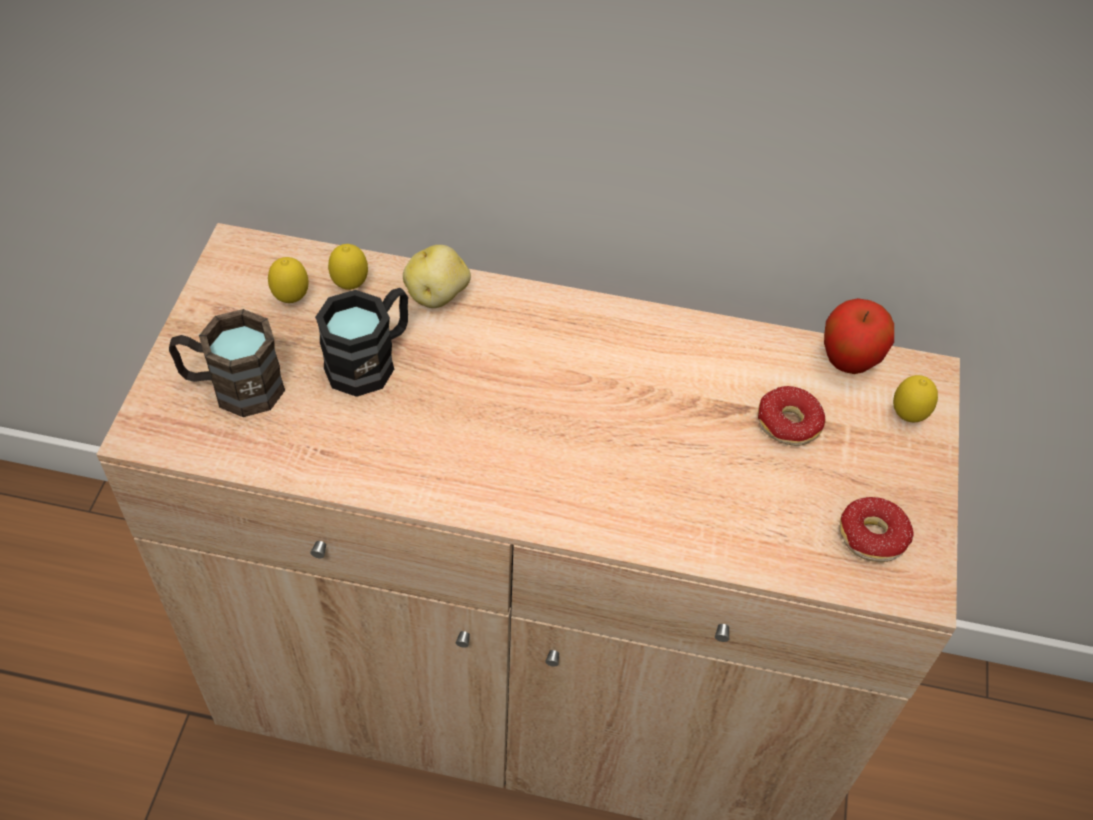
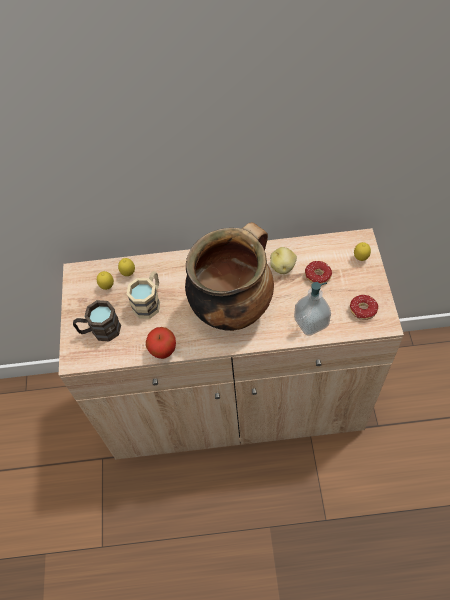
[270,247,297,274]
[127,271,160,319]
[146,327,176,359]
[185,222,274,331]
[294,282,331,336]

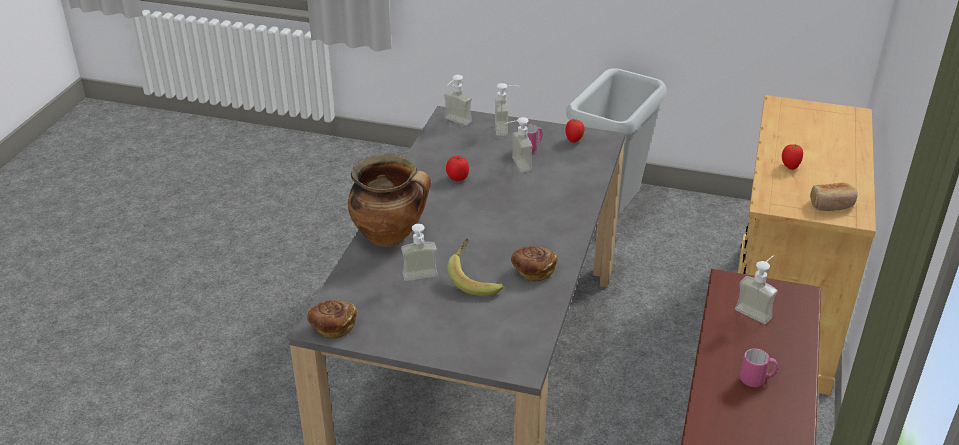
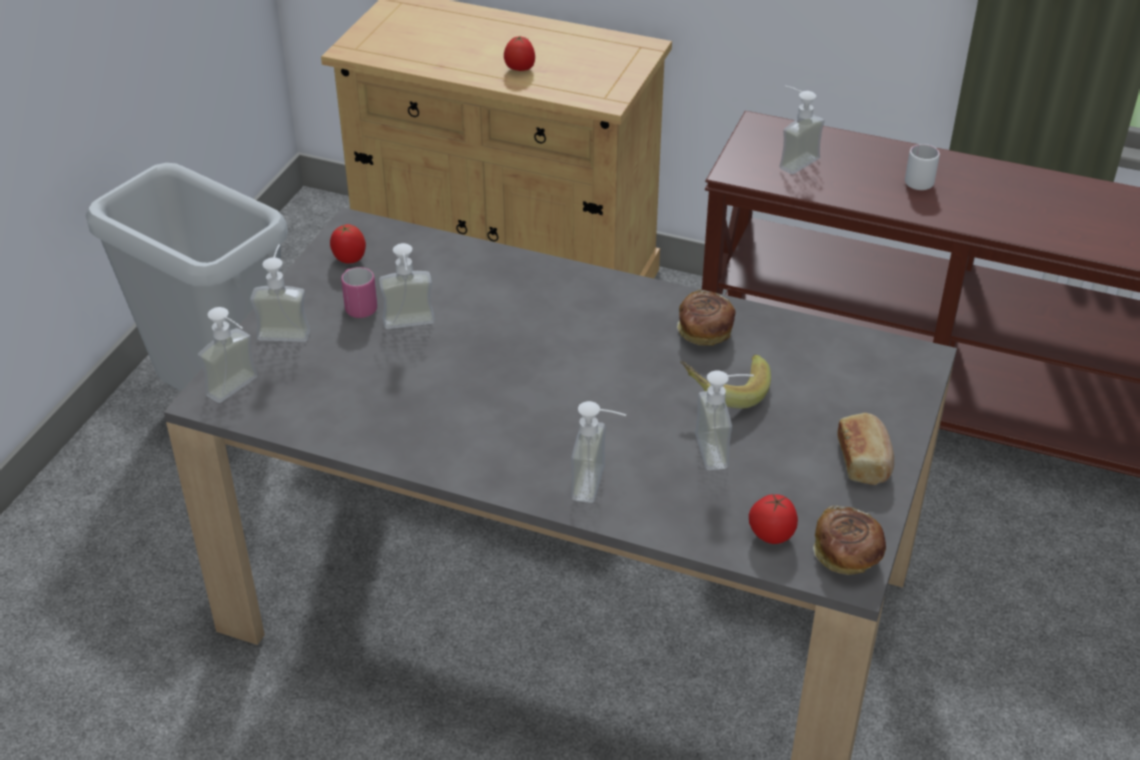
[571,401,626,503]
[749,493,798,544]
[837,413,894,485]
[905,144,940,190]

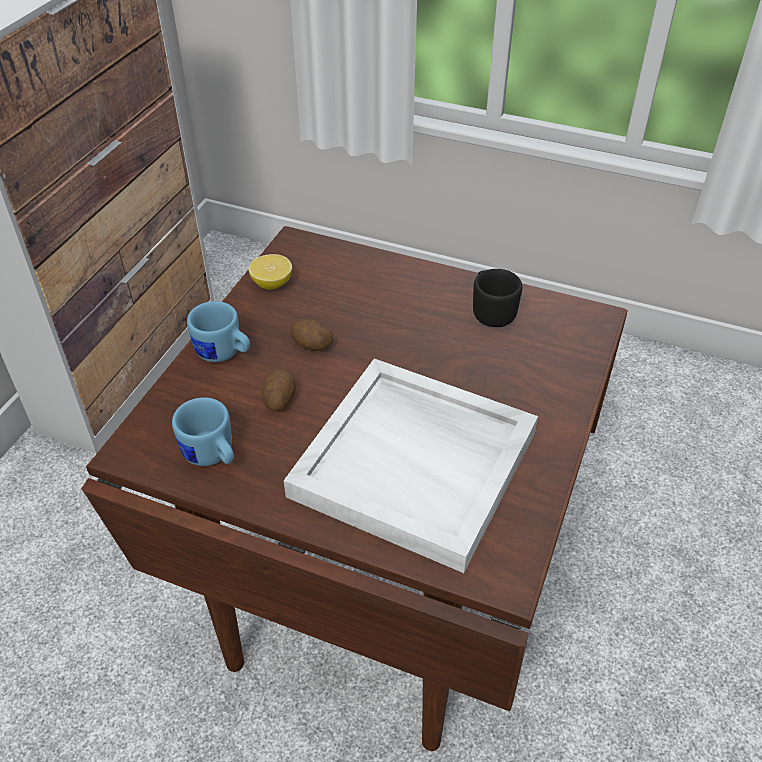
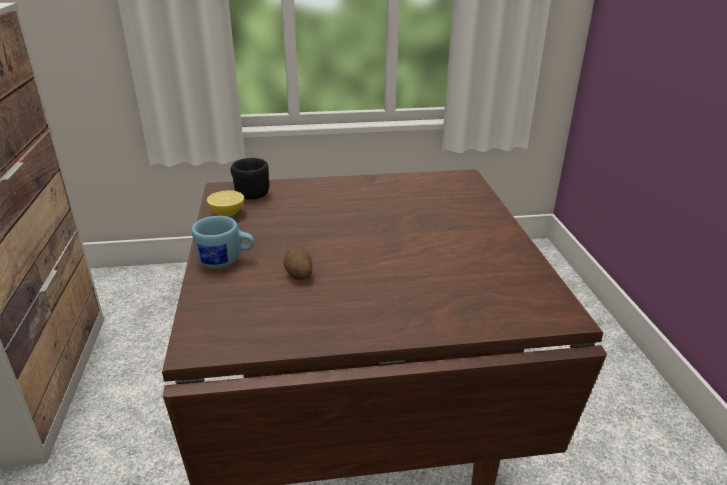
[230,158,269,200]
[291,319,333,351] (first image)
[284,359,538,573] (first image)
[172,397,234,466] (first image)

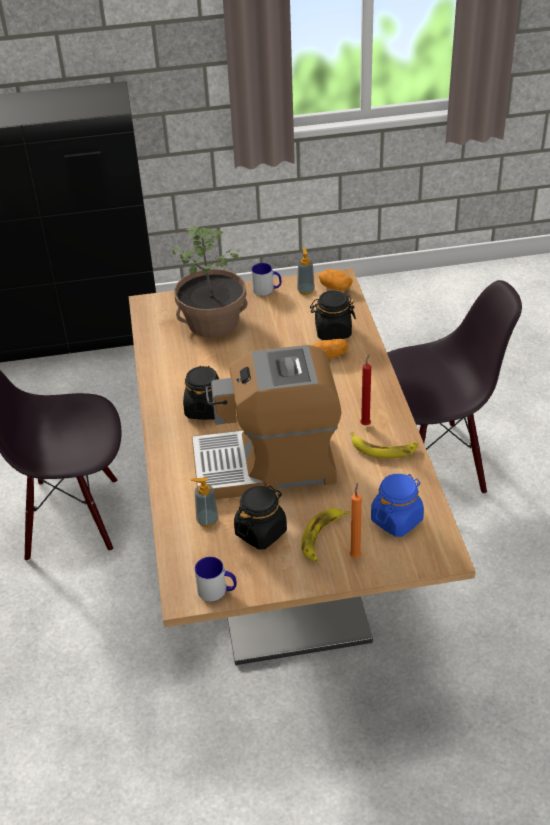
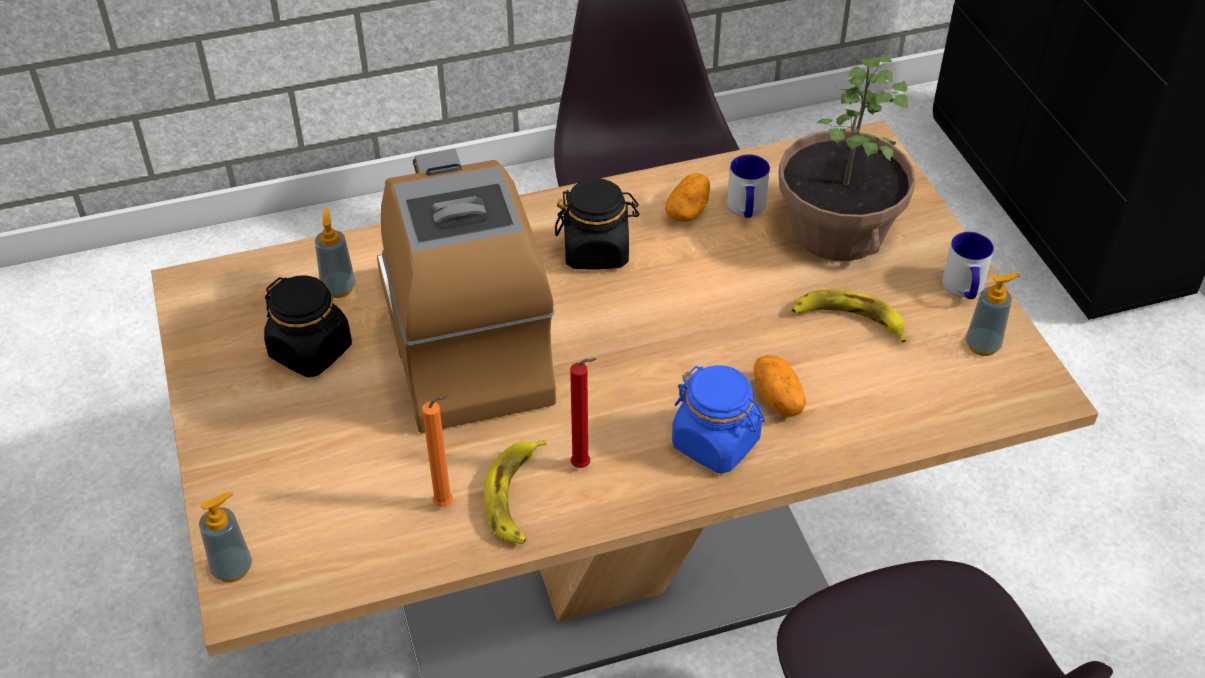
[665,173,710,222]
[310,290,356,340] (first image)
[672,365,765,473]
[422,395,453,507]
[792,290,906,342]
[727,154,770,218]
[199,492,252,582]

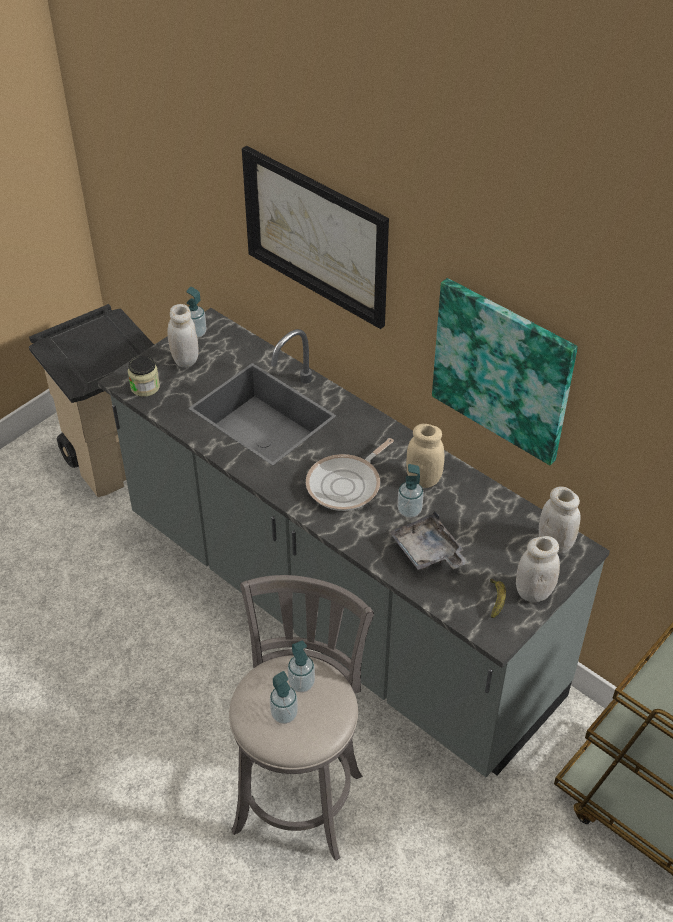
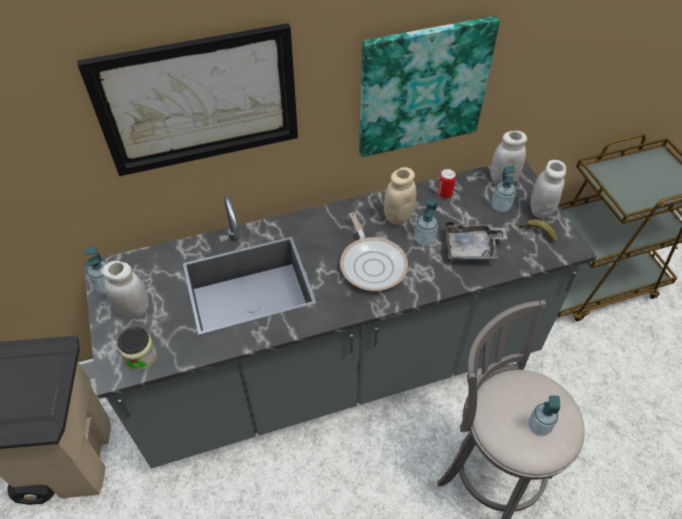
[491,165,516,212]
[437,169,456,198]

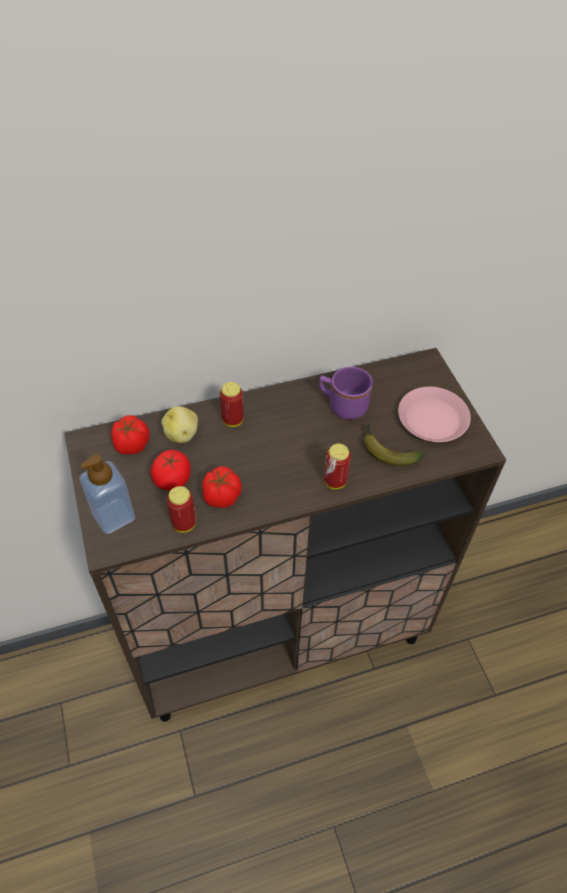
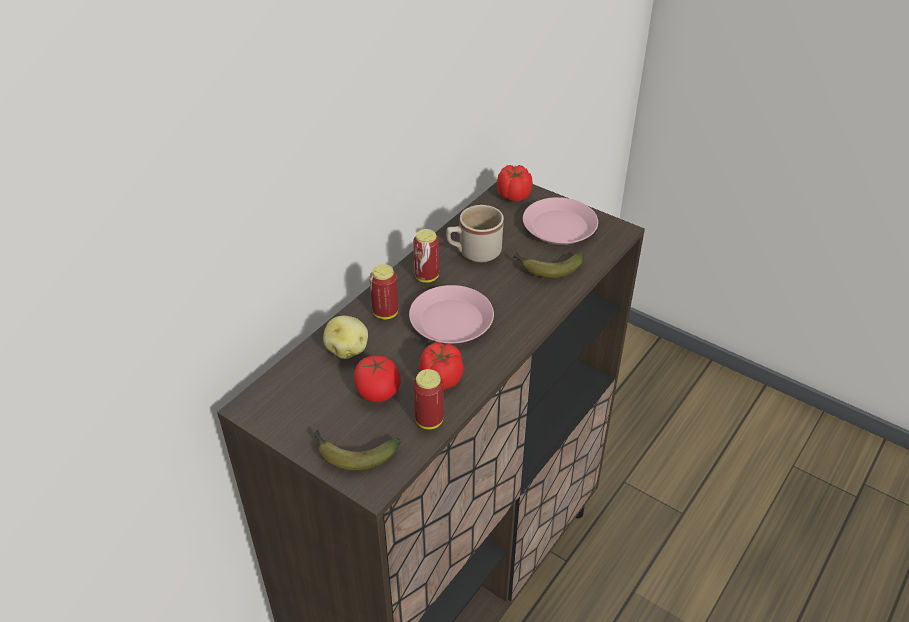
[446,205,504,262]
[497,165,532,202]
[413,229,439,283]
[313,430,401,470]
[409,285,494,344]

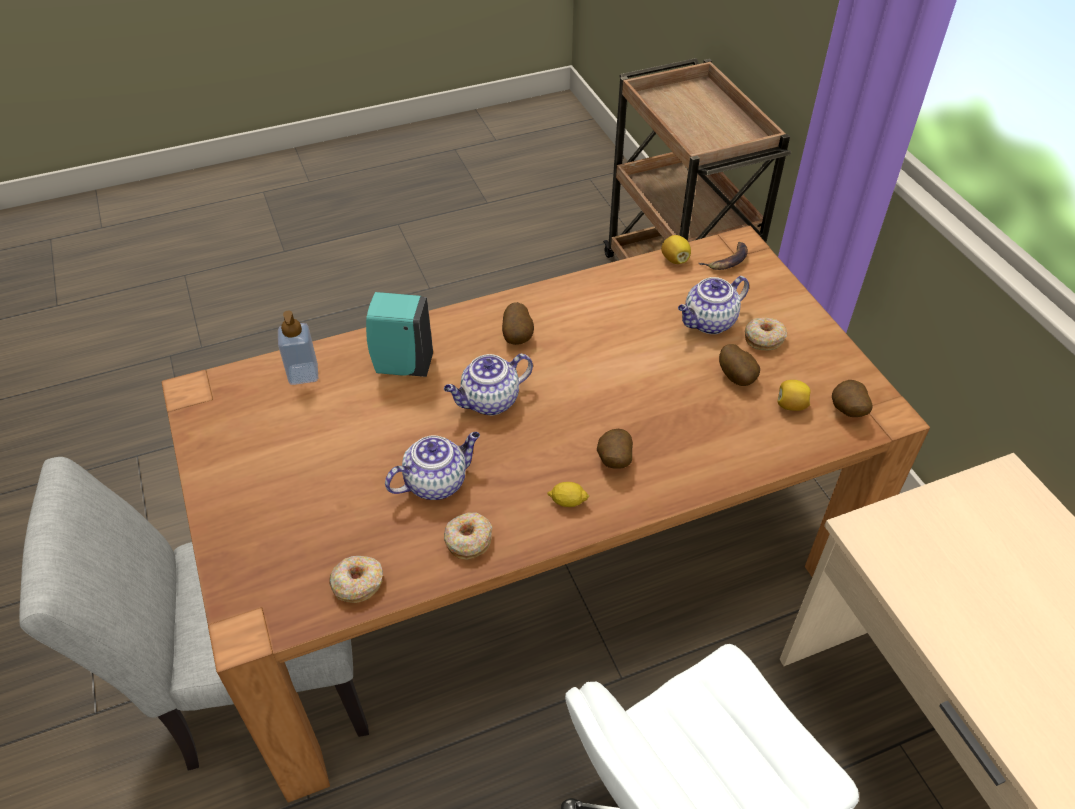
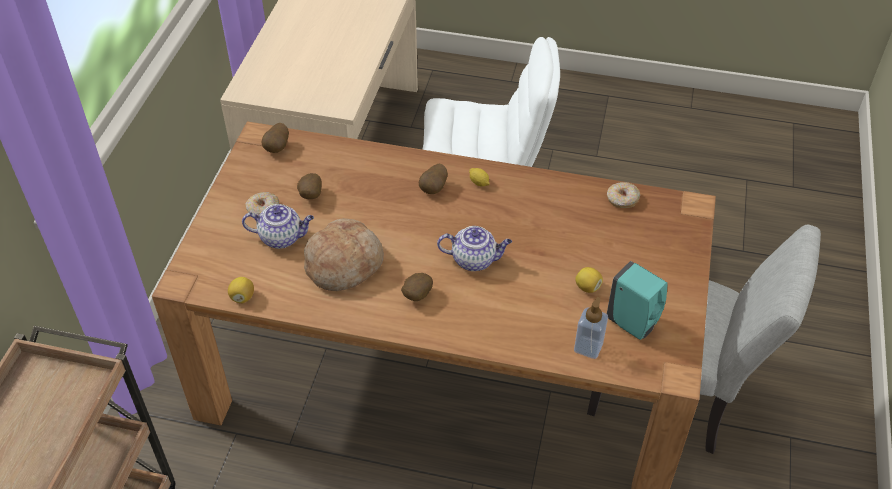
[699,242,748,270] (first image)
[607,261,668,340]
[575,267,603,293]
[385,432,480,500] (first image)
[444,512,492,560] (first image)
[304,218,384,291]

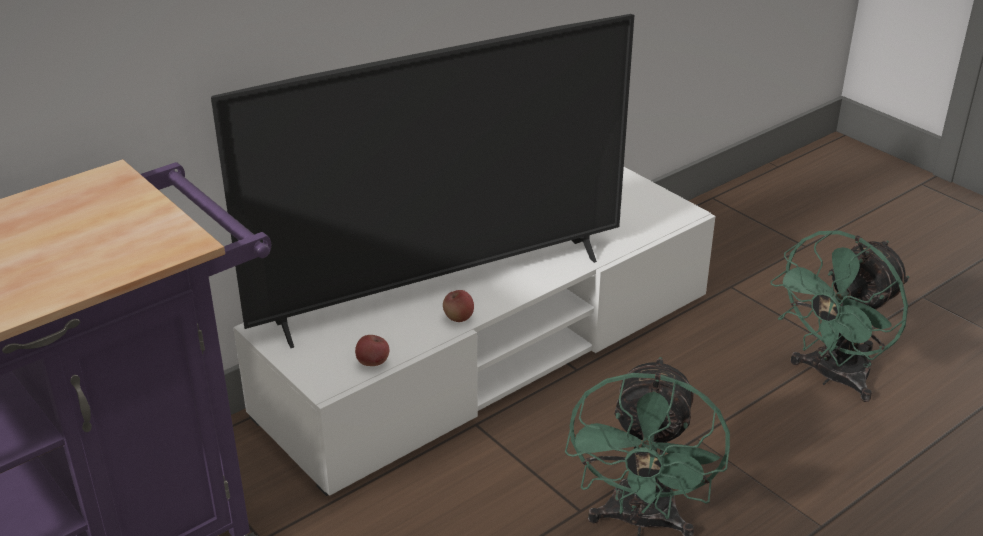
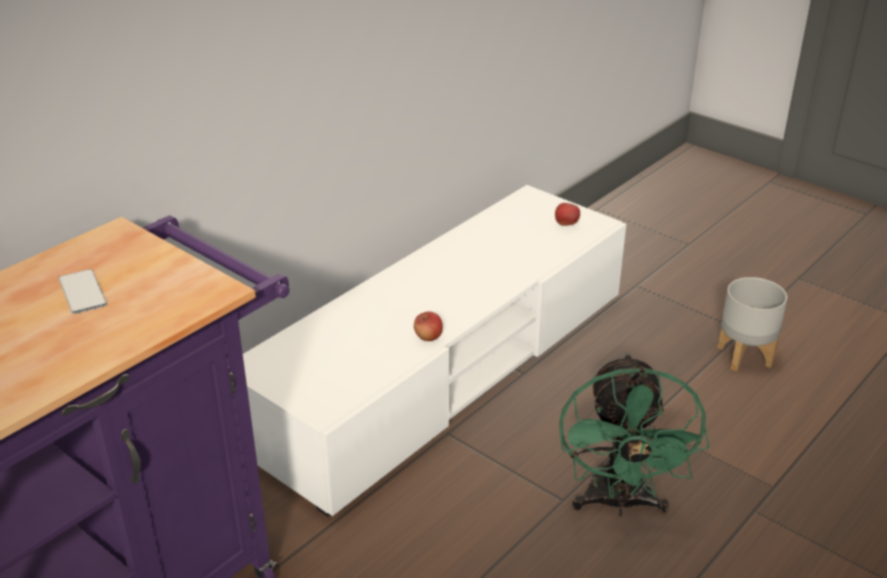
[211,14,634,348] (first image)
[717,277,787,371]
[555,203,580,226]
[59,269,107,314]

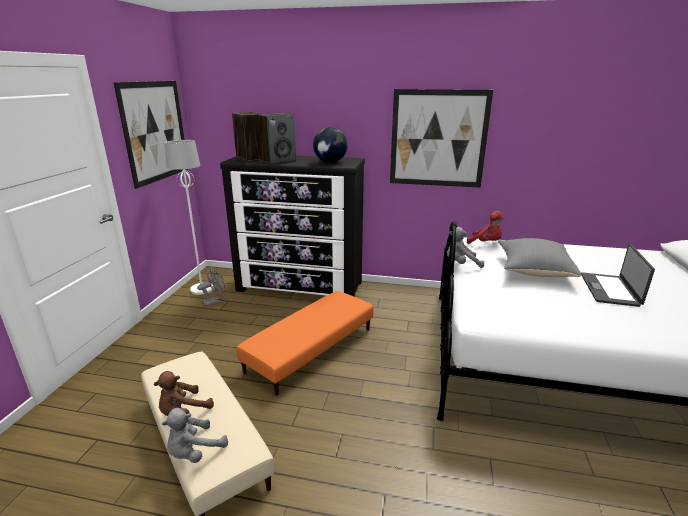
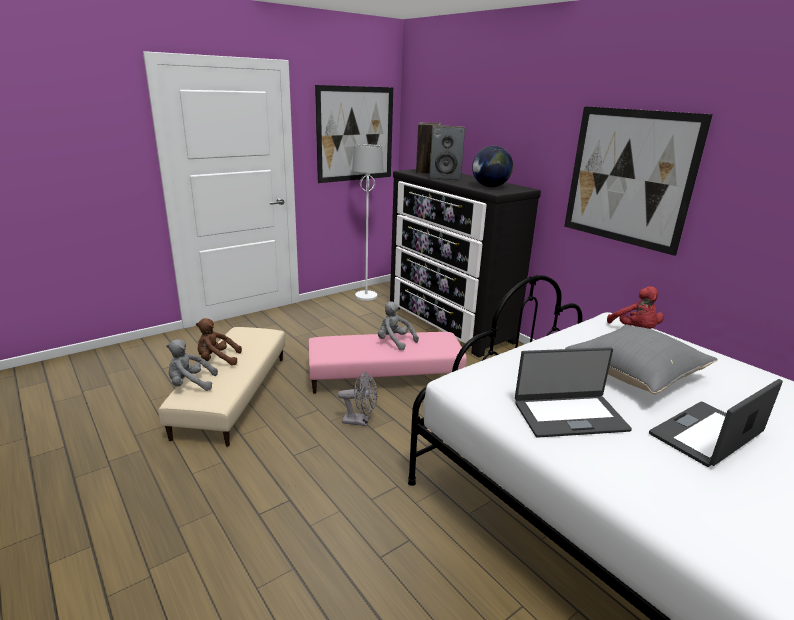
[378,301,419,351]
[338,372,377,426]
[309,332,467,394]
[515,347,632,438]

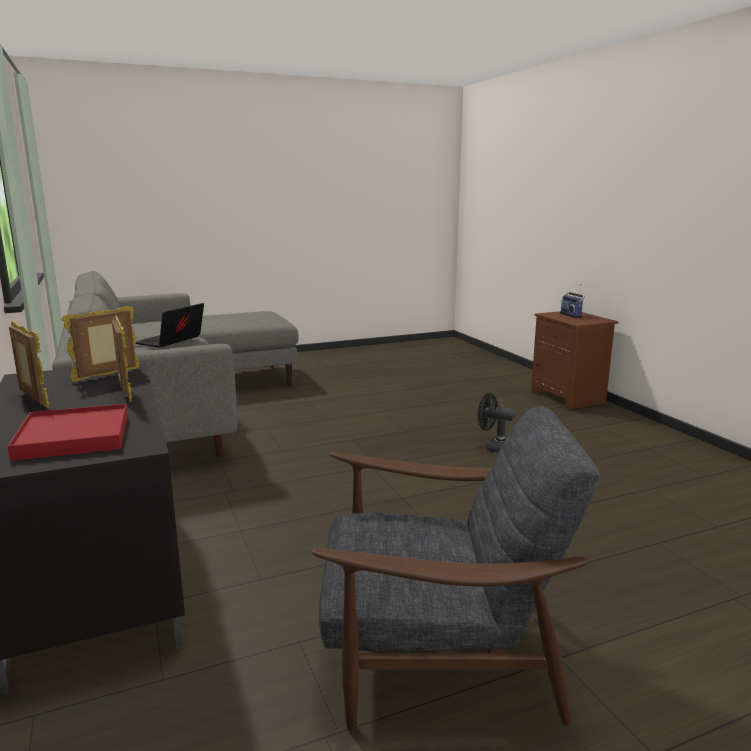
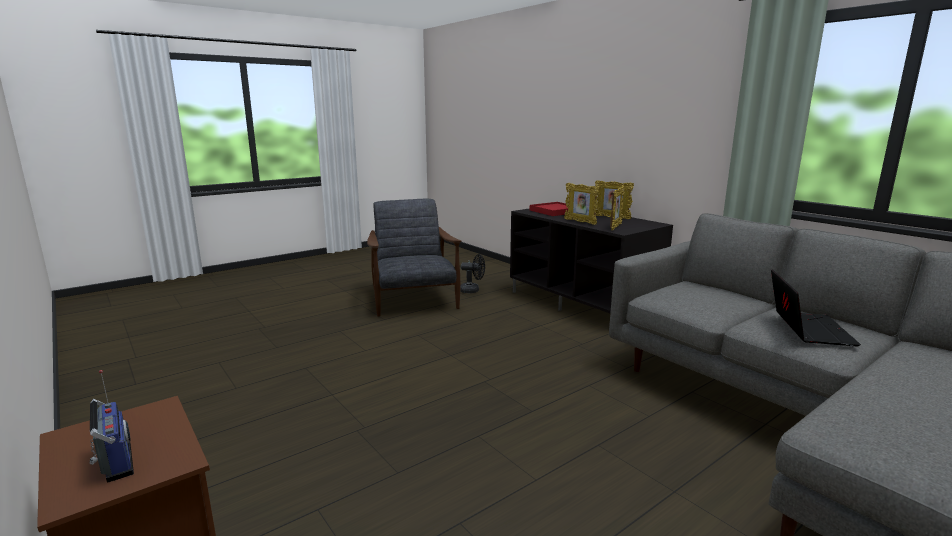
[460,254,485,293]
[367,199,461,316]

